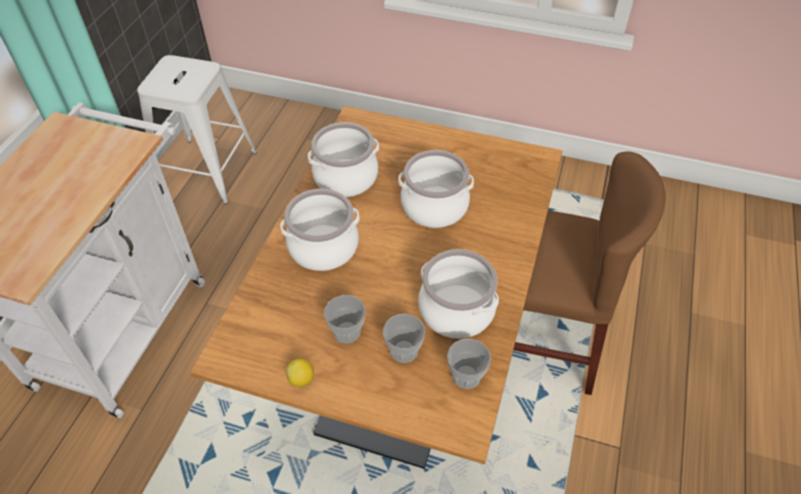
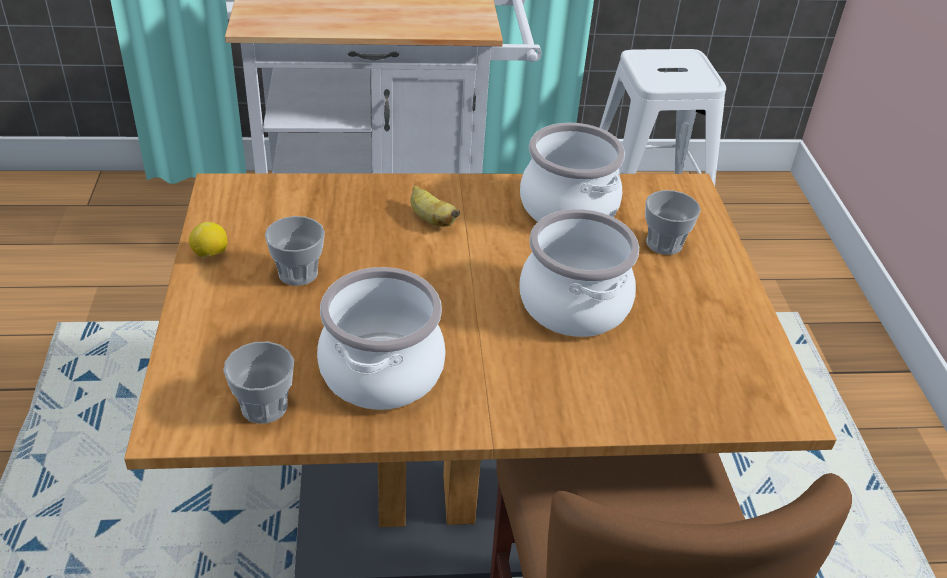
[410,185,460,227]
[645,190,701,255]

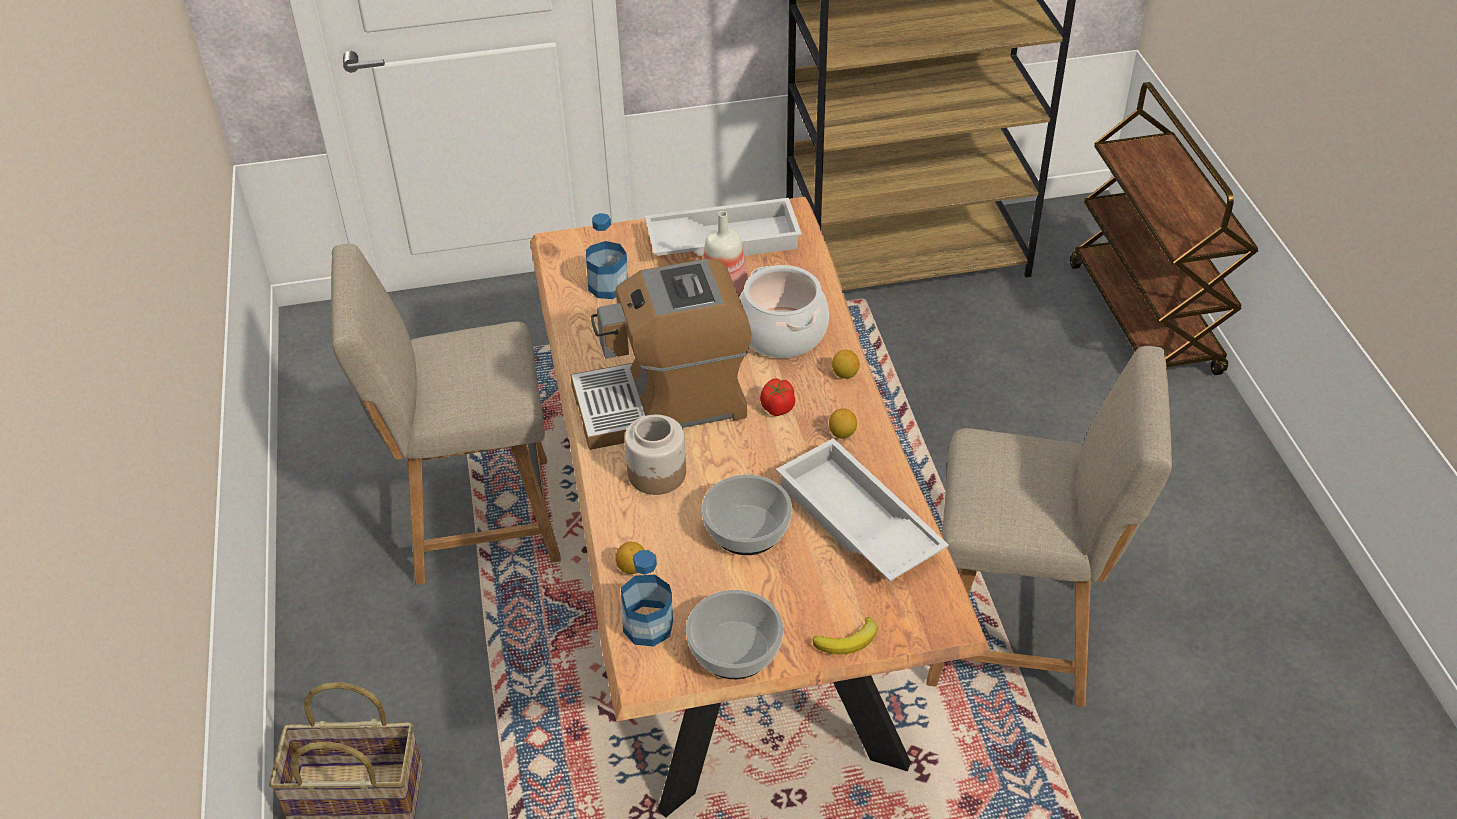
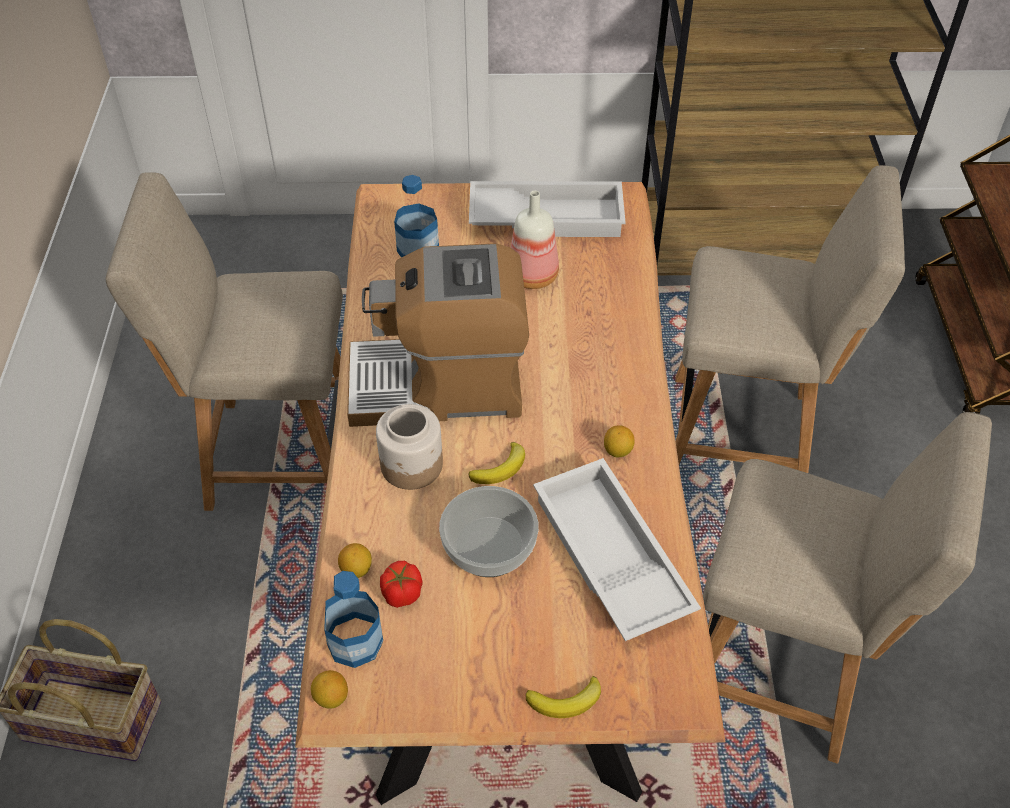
[739,265,829,358] (first image)
[311,670,348,709]
[380,561,422,608]
[686,590,783,679] (first image)
[675,165,905,473]
[469,442,525,484]

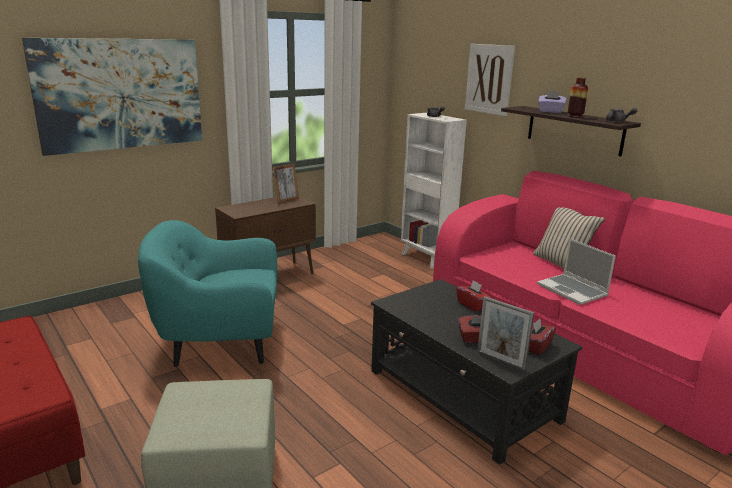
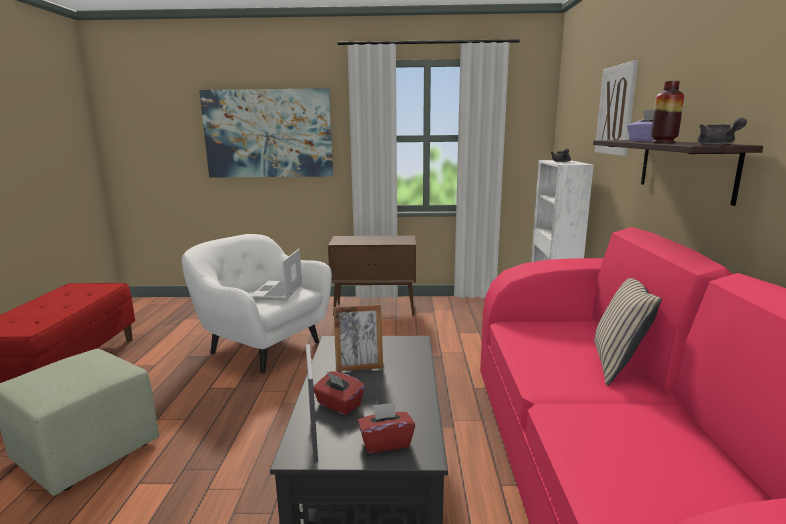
[333,305,383,371]
[182,234,332,373]
[251,249,302,300]
[456,280,491,311] (first image)

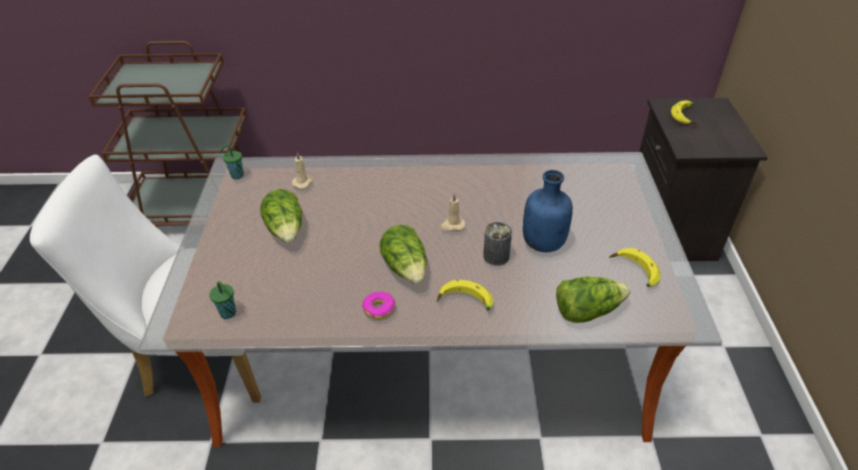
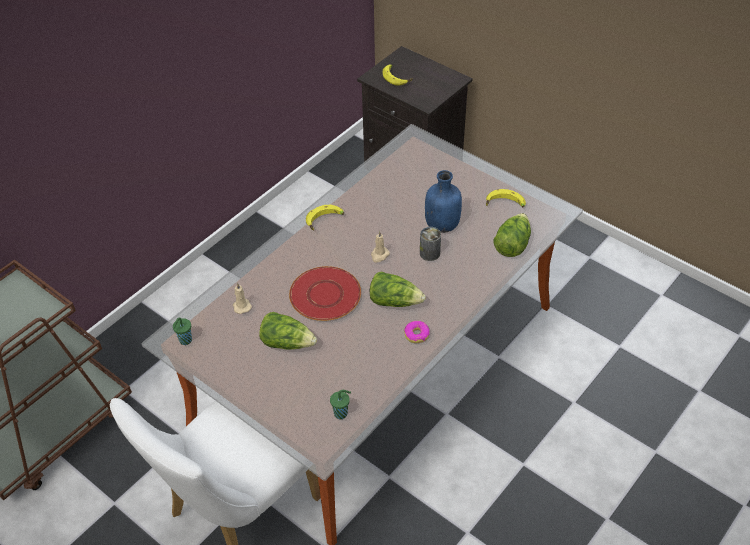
[306,205,344,231]
[289,266,361,321]

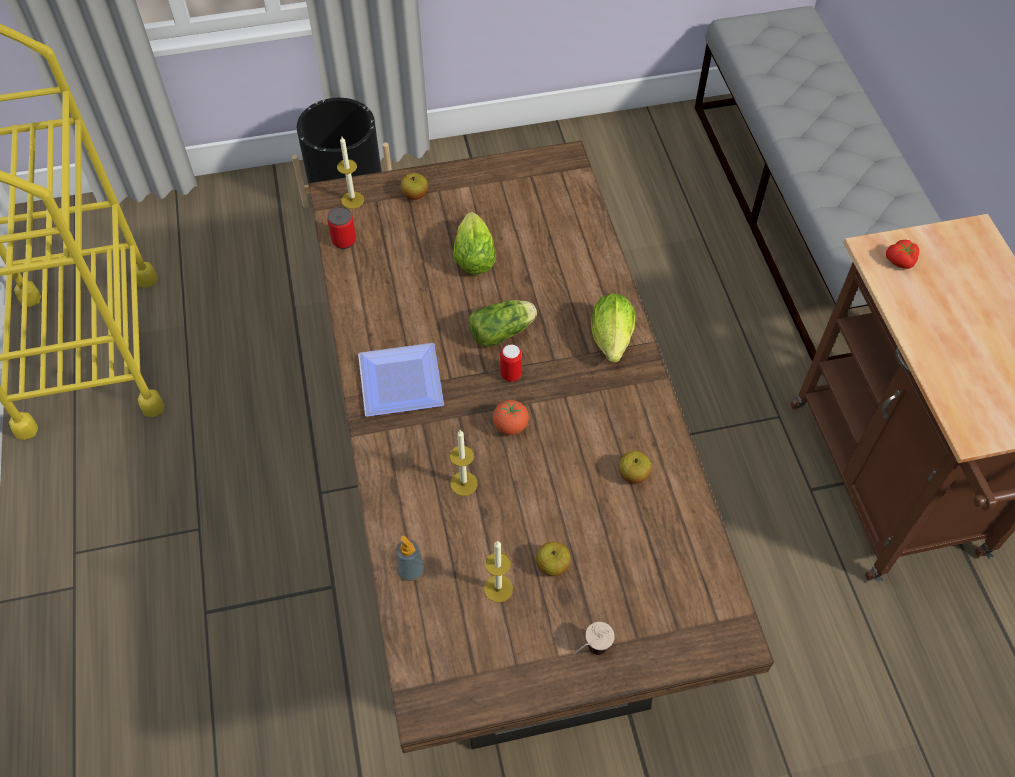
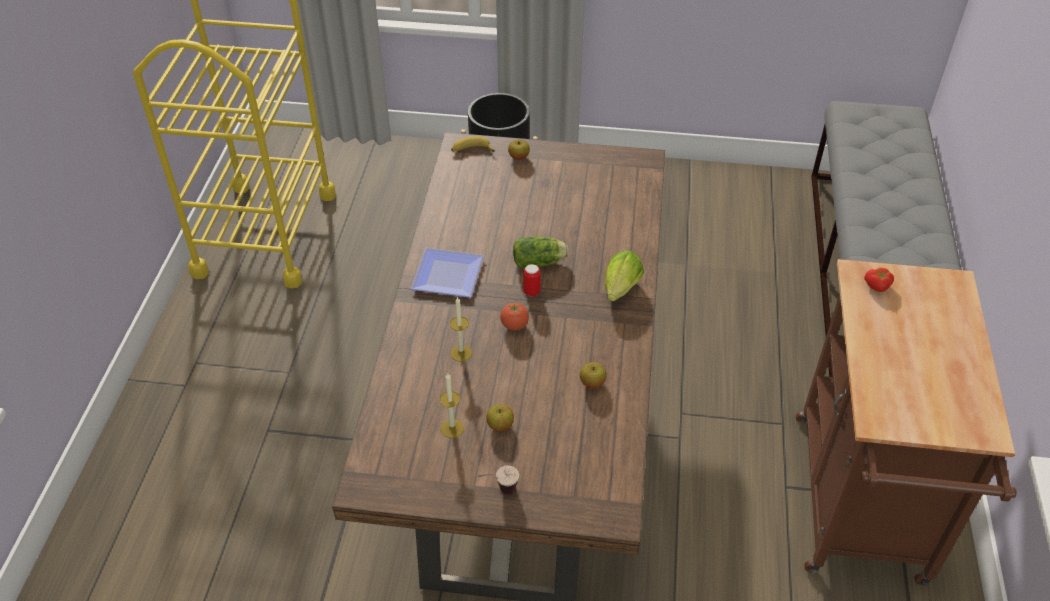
[451,136,495,152]
[327,207,356,249] (first image)
[453,212,496,274] (first image)
[396,536,424,581] (first image)

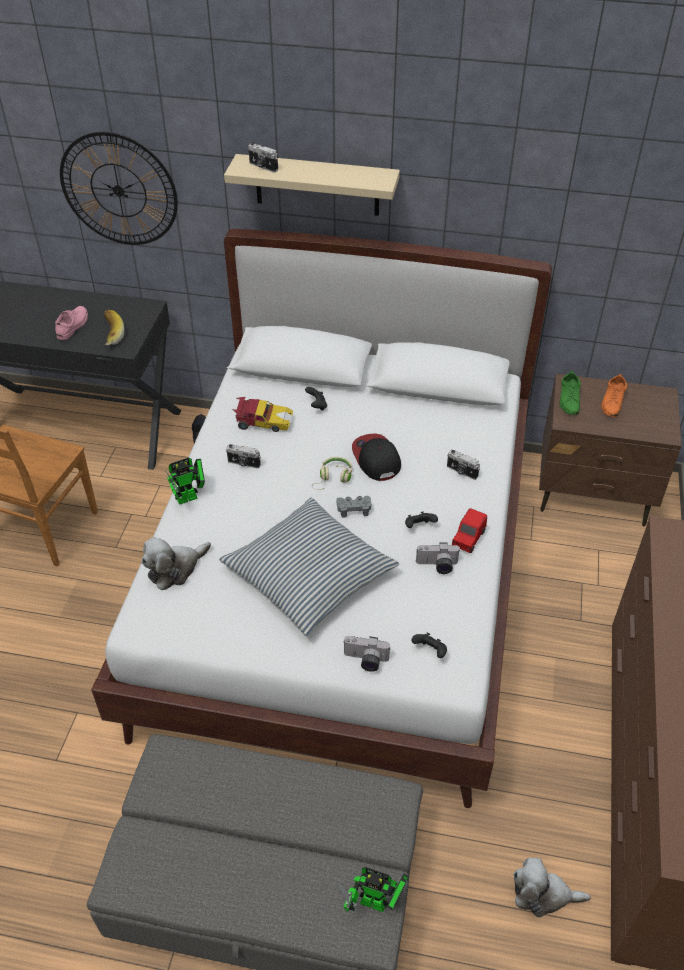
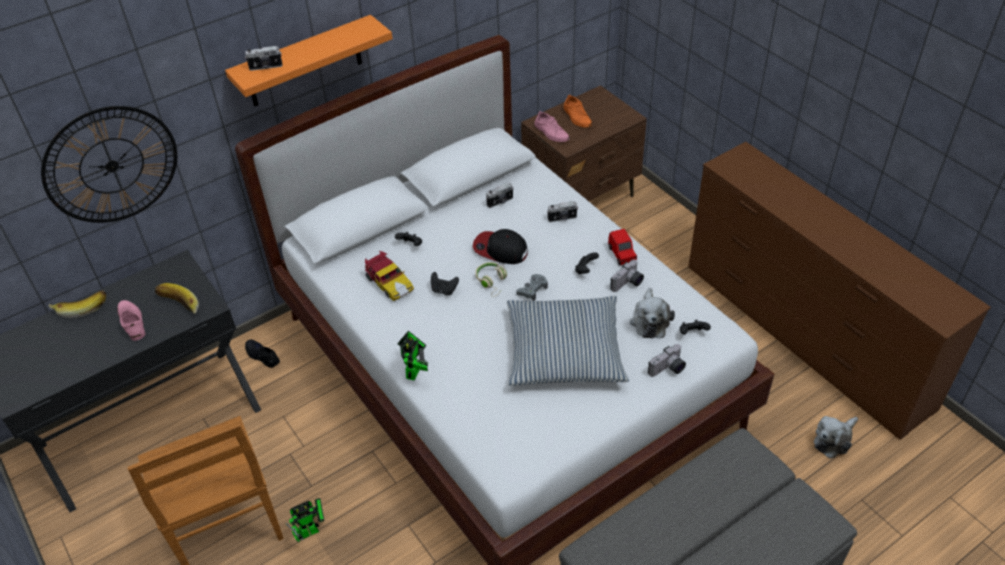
[225,15,393,106]
[534,111,570,142]
[365,251,414,301]
[486,183,513,208]
[630,288,675,338]
[286,498,324,542]
[431,272,459,295]
[49,290,106,318]

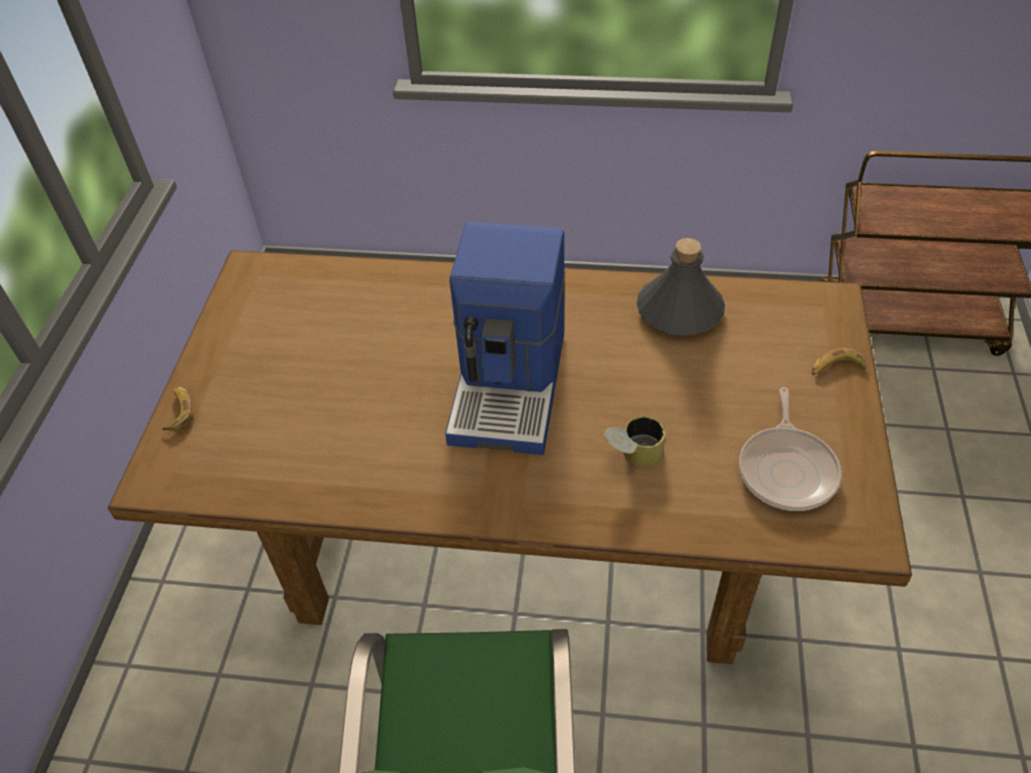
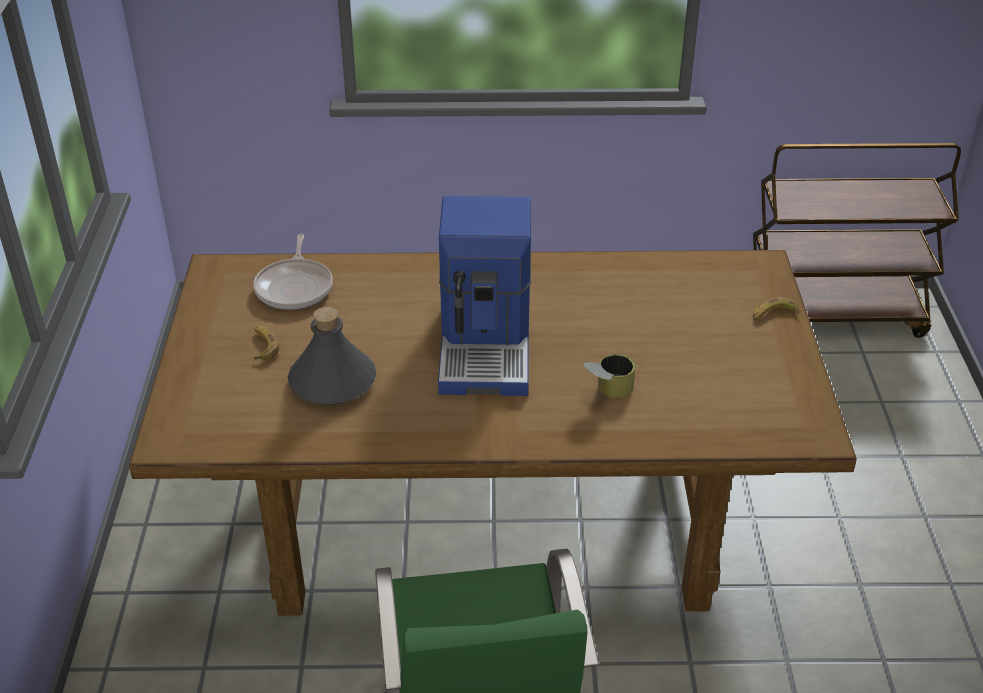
[288,307,376,405]
[253,326,280,360]
[253,234,333,310]

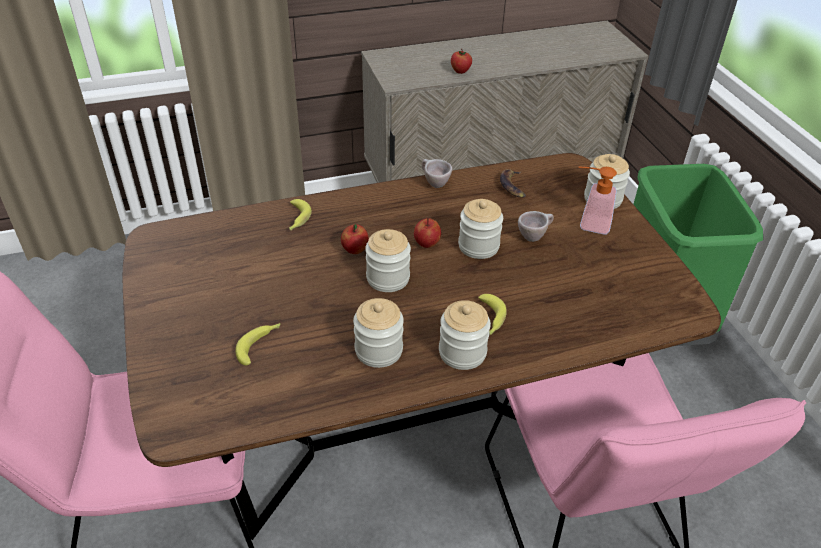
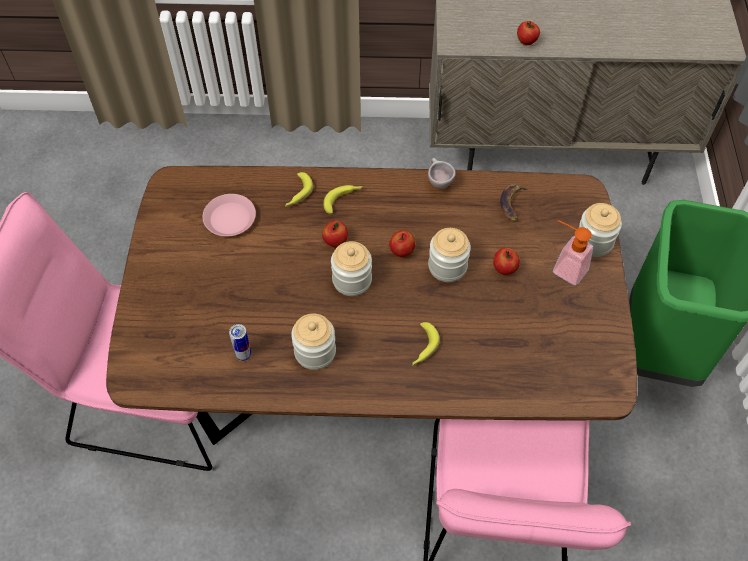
[493,248,520,275]
[439,300,491,370] (first image)
[323,185,363,214]
[203,194,256,236]
[229,324,252,361]

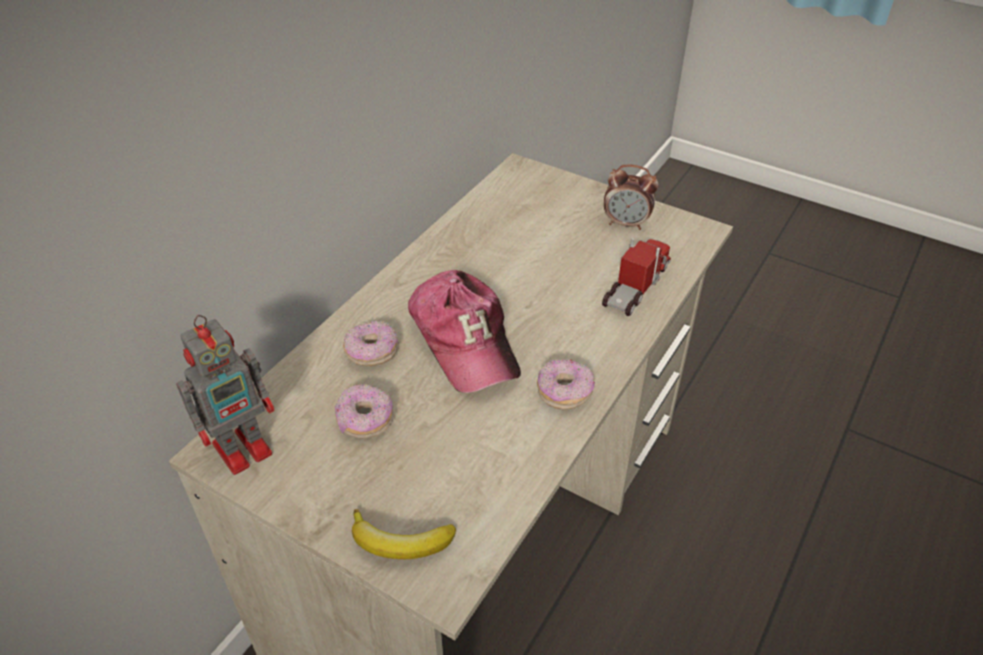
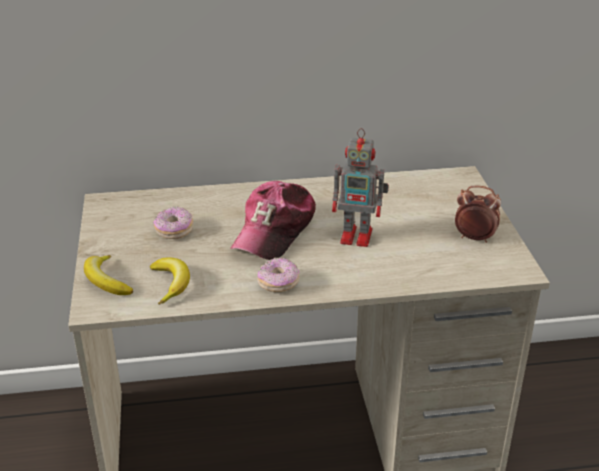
[455,186,501,243]
[602,238,671,316] (first image)
[332,128,389,247]
[343,321,398,366] (first image)
[150,257,190,305]

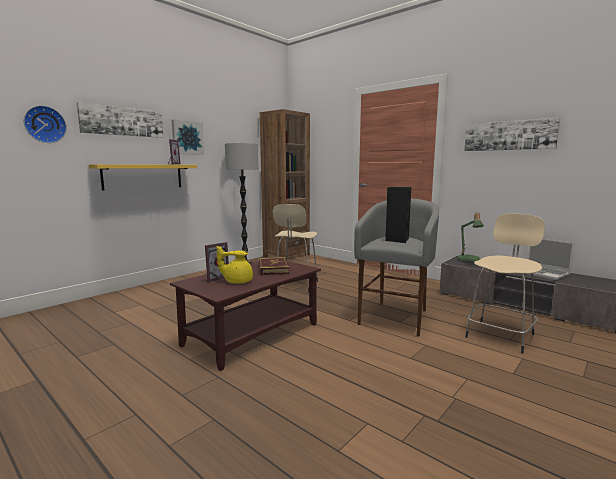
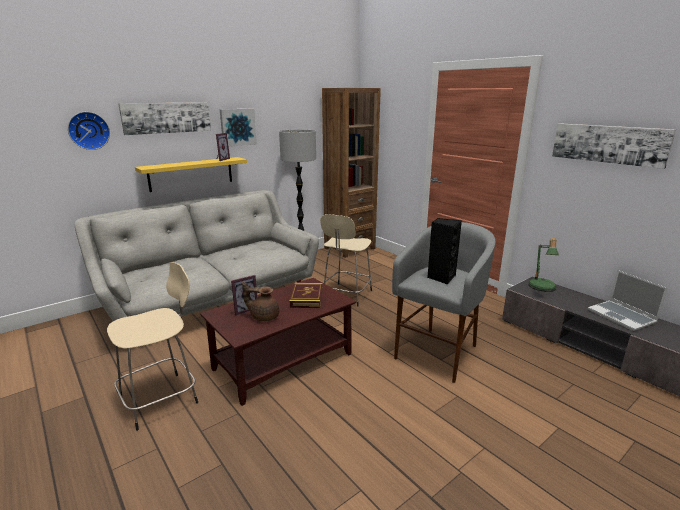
[107,262,198,431]
[242,282,279,321]
[75,190,319,321]

